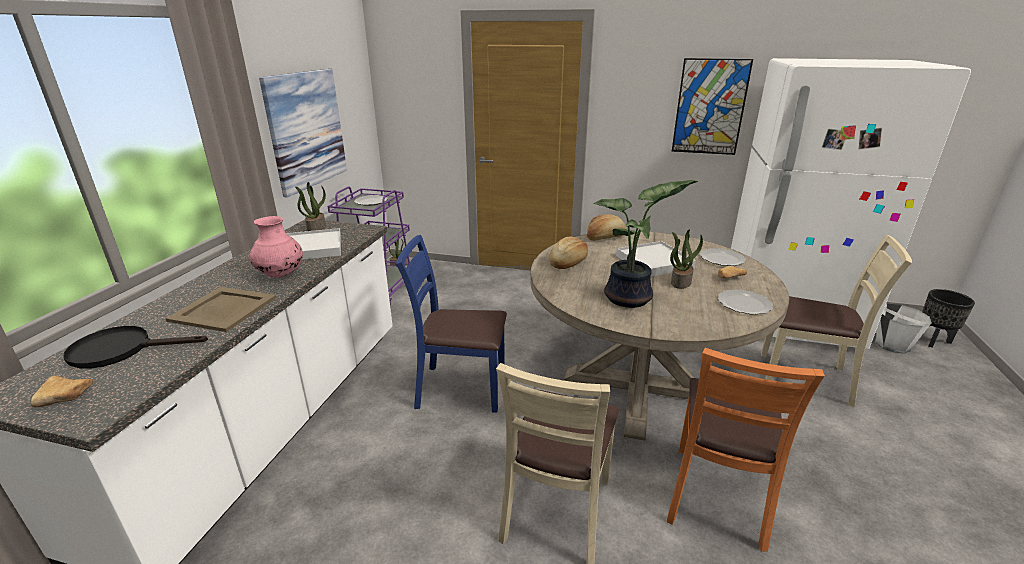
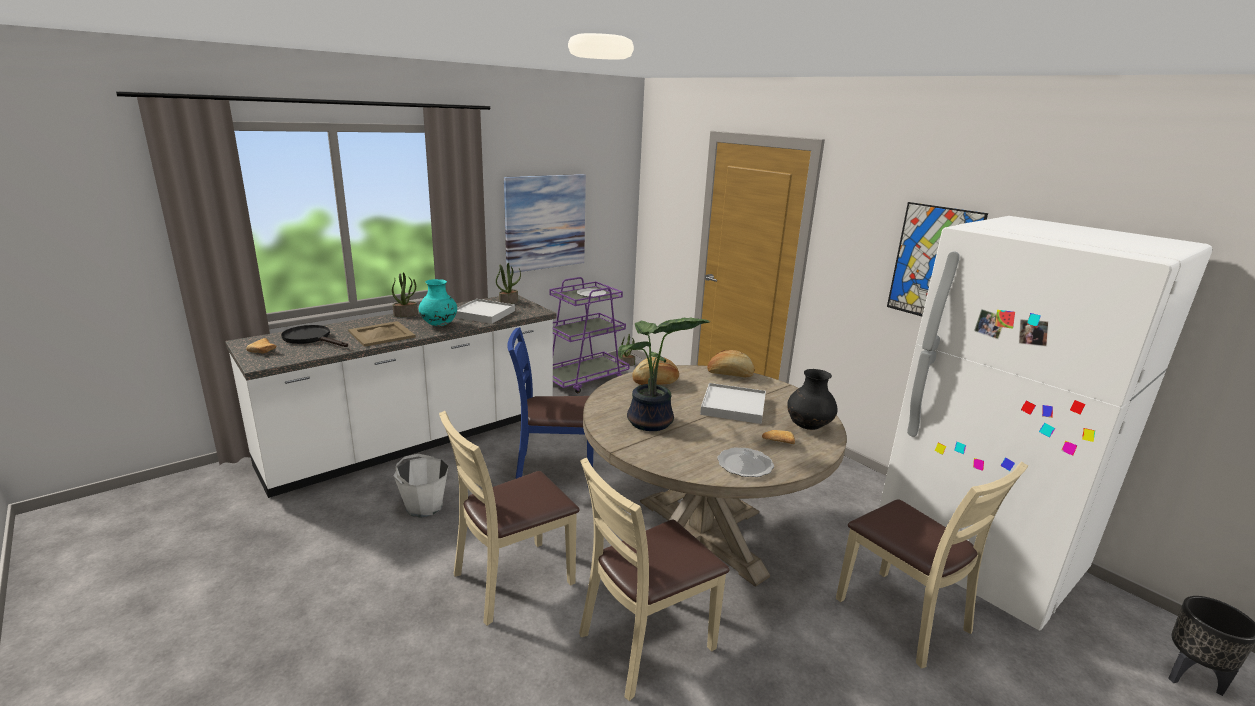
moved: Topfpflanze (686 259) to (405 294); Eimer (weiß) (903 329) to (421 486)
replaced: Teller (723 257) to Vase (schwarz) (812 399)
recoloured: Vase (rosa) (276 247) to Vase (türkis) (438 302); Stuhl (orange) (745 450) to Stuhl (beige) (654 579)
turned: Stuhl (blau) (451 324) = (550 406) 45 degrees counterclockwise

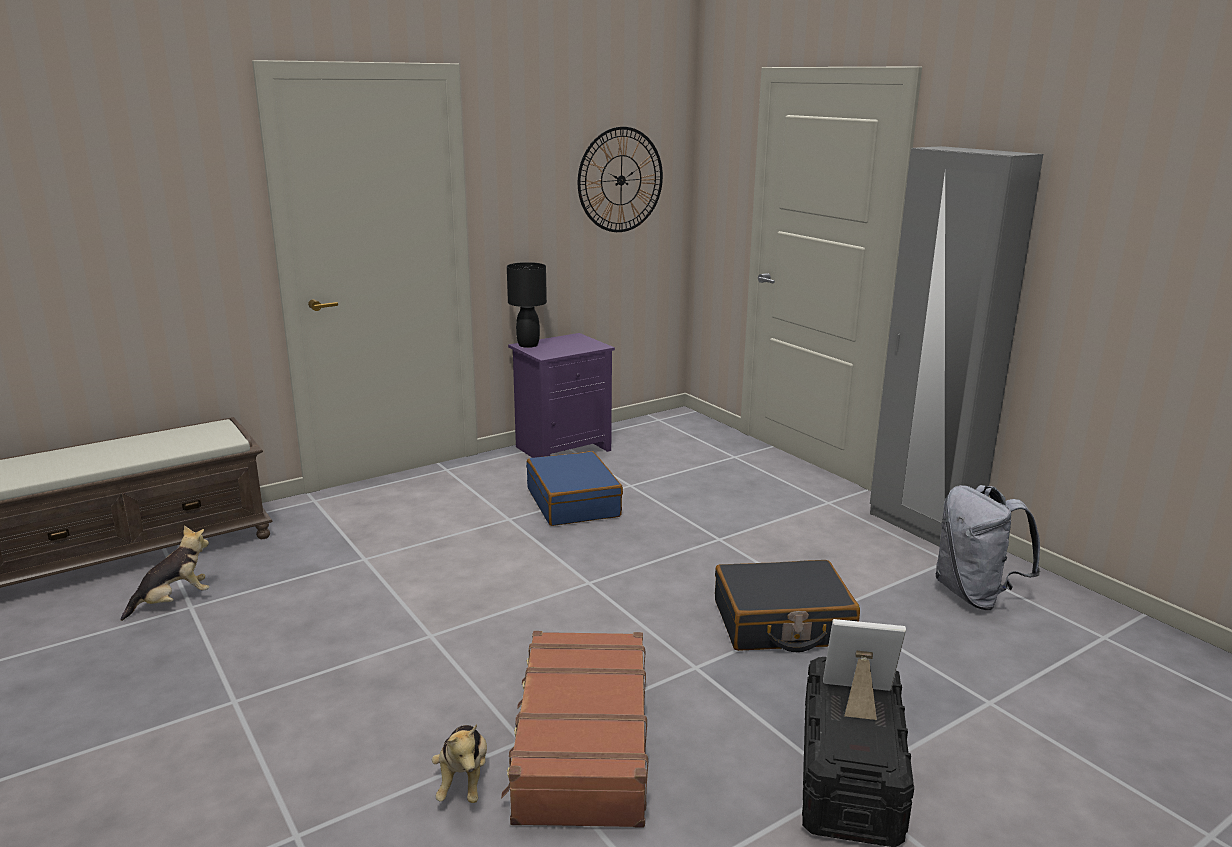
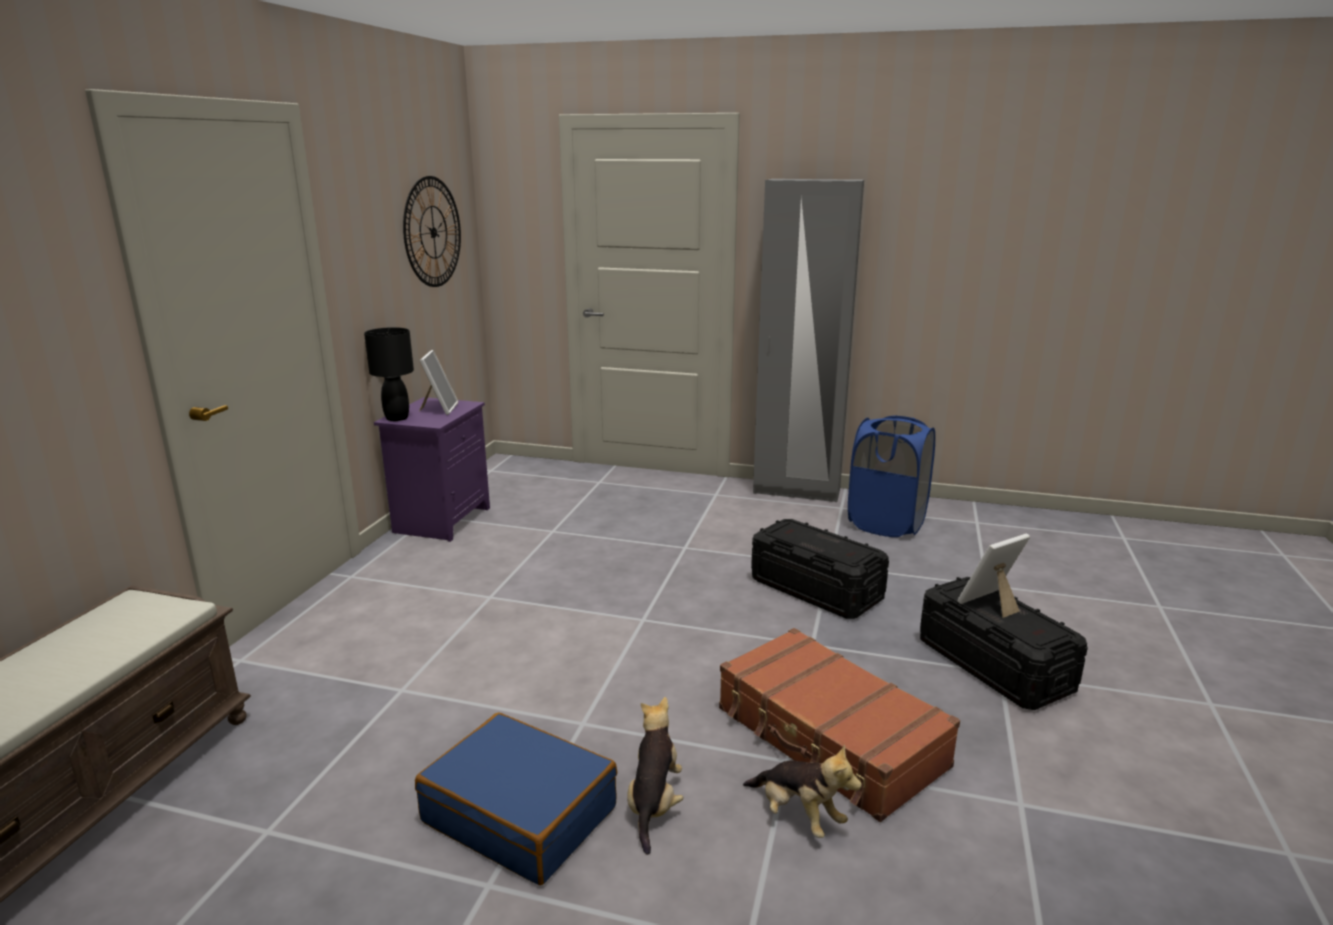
added: Bilderrahmen (438 382)
moved: Koffer (blau) (574 488) to (516 799); Plüschtier (165 573) to (655 776)
replaced: Koffer (schwarz) (787 606) to Aufbewahrungsbox (schwarz) (820 569); Rucksack (grau) (988 547) to Wäschekorb (blau) (891 476)

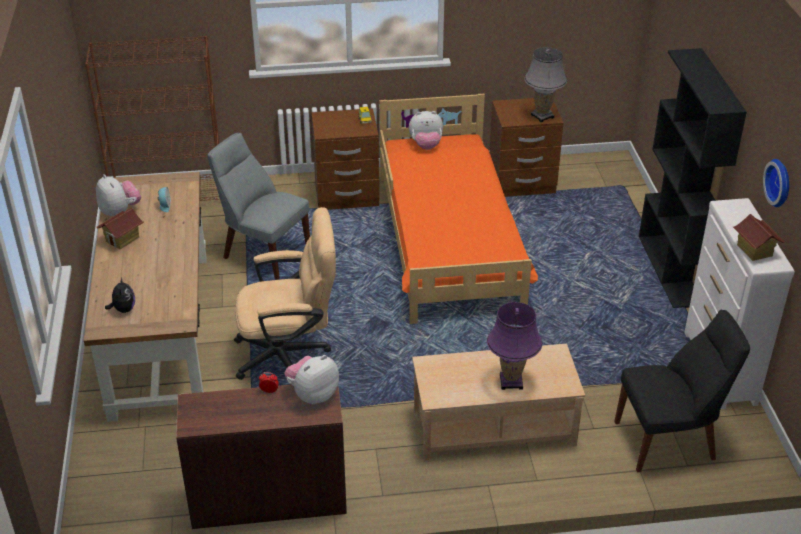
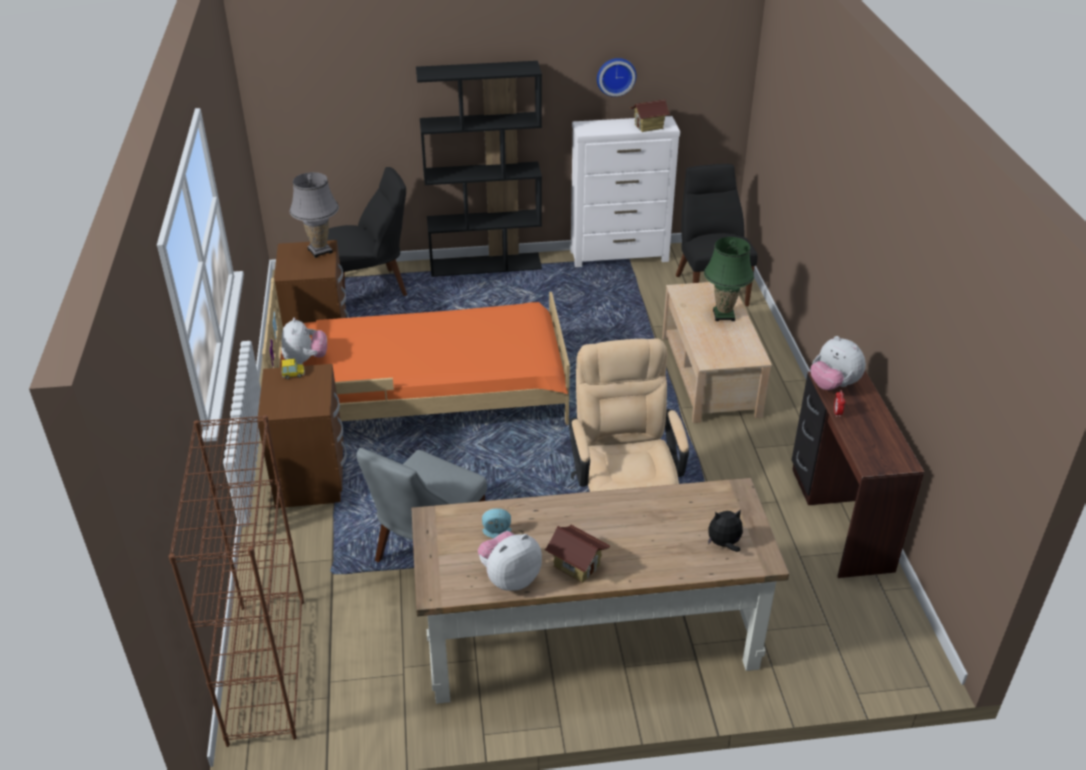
added: Stuhl (schwarz) (367 231)
recoloured: Tischlampe (lila) (514 346) to Tischlampe (grün) (729 279)

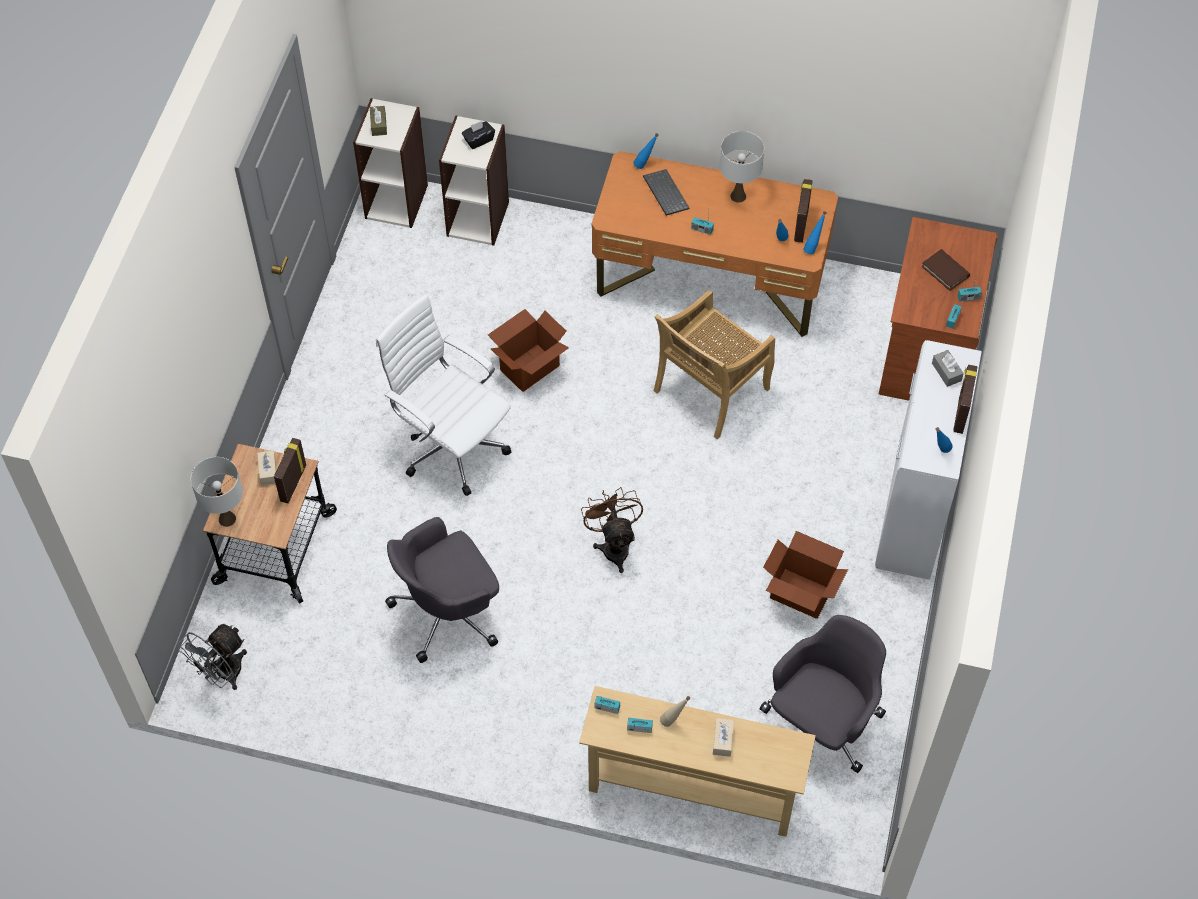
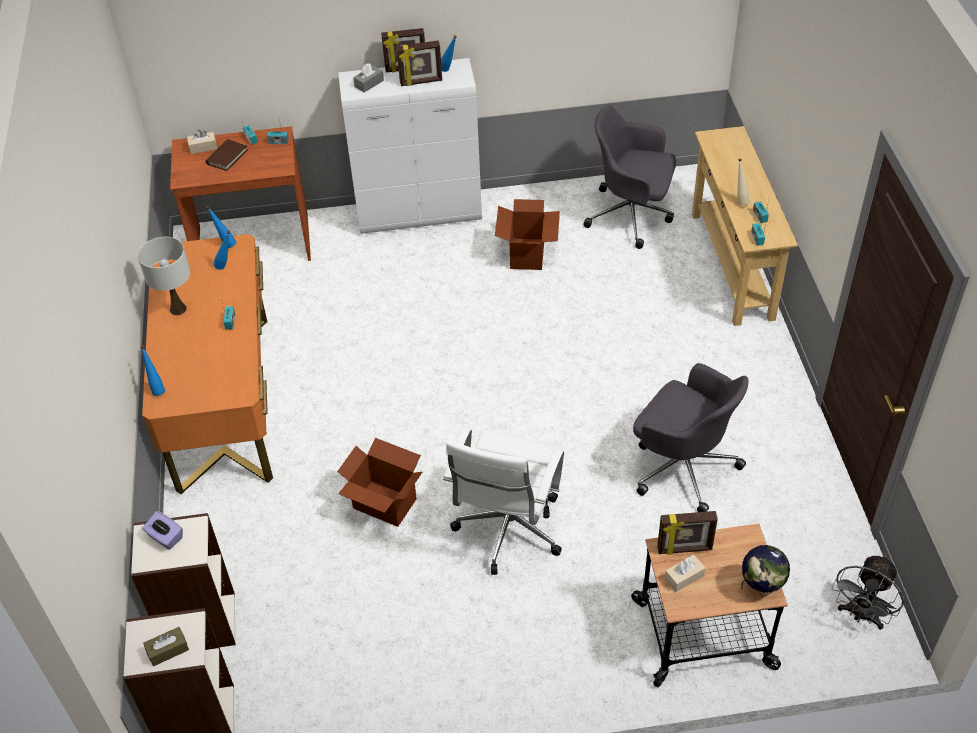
removed: Ventilator (braun) (612 530); Tastatur (666 192); Stuhl (beige) (714 364)
moved: Taschentuchbox (beige) (723 737) to (202 142); Bilderrahmen (803 211) to (419 63)
replaced: Tischlampe (weiß) (216 492) to Globus (765 571)
recoloured: Taschentuchbox (schwarz) (478 135) to Taschentuchbox (lila) (162 530)
turned: Ventilator (grau) (212 657) = (868 592) 105 degrees clockwise

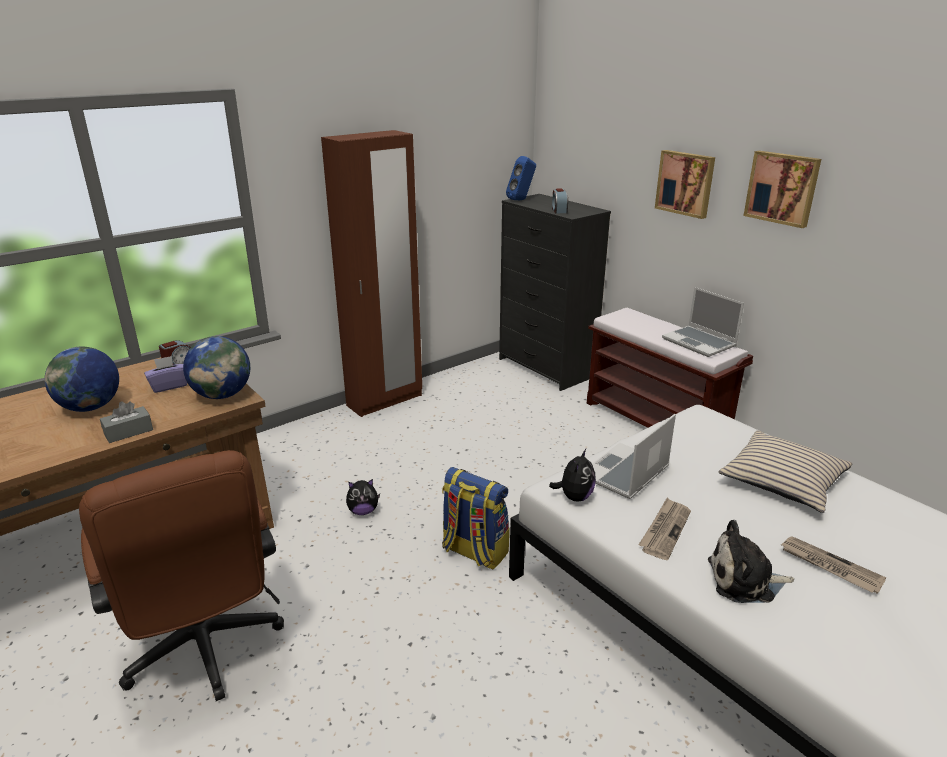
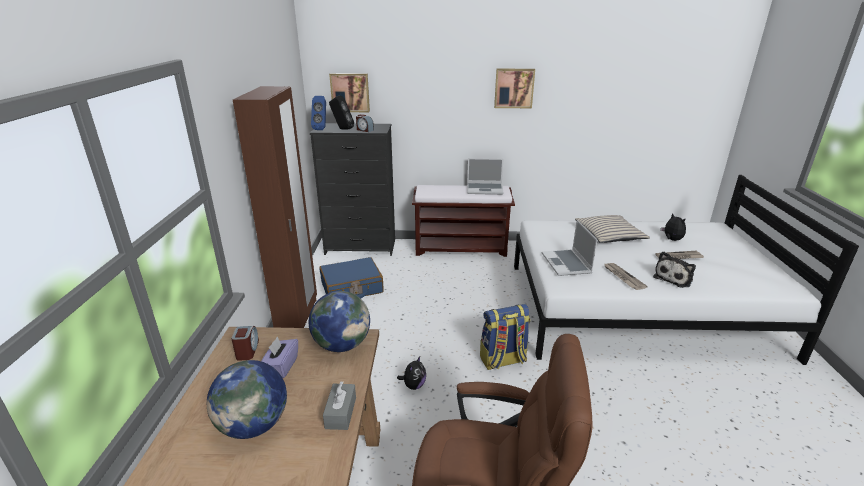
added: Koffer (blau) (351 278); Lautsprecher (schwarz) (341 112)
moved: Bild (685 184) to (349 92); Plüschtier (572 475) to (673 227)

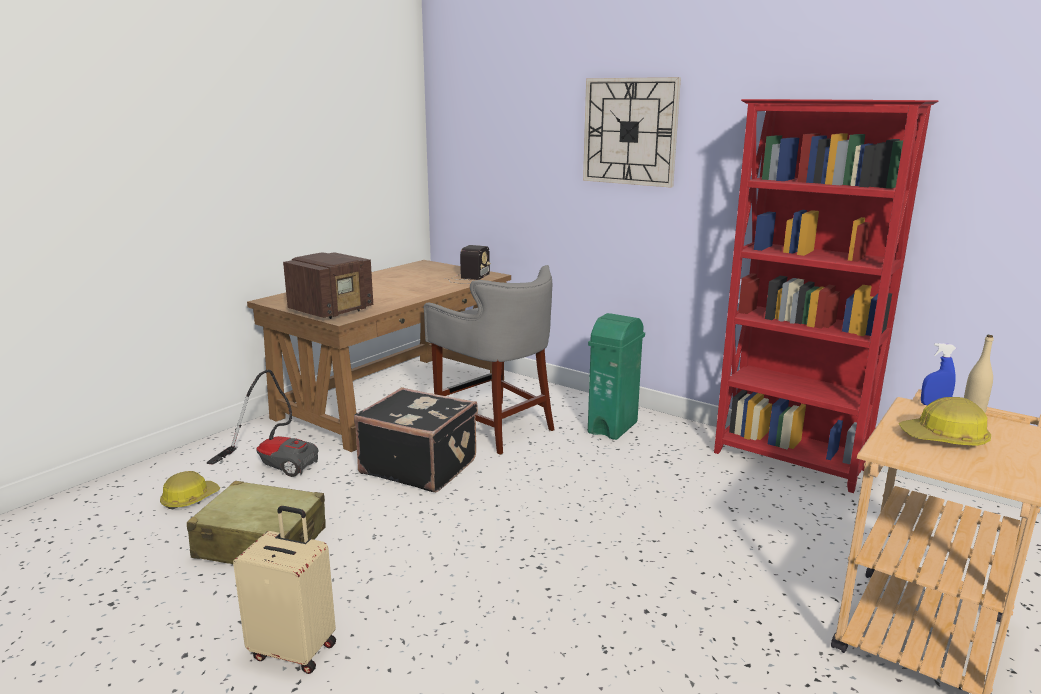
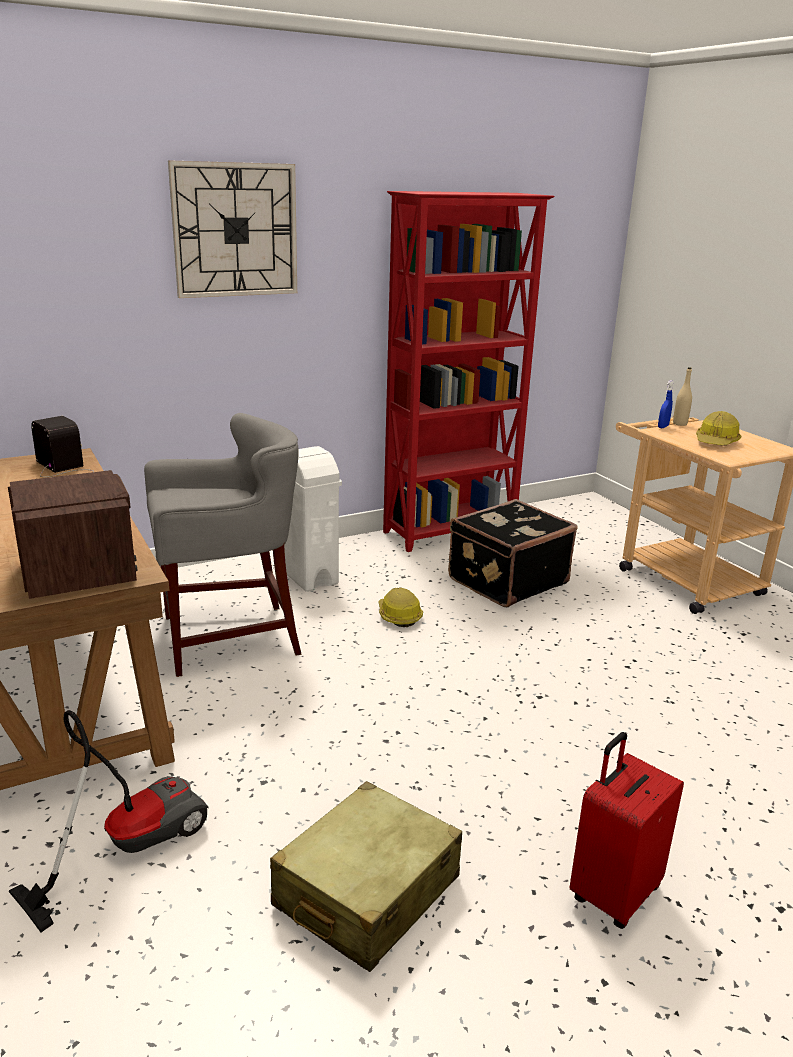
moved: Schutzhelm (190 490) to (400 607); Koffer (schwarz) (416 439) to (513 553)
recoloured: Mülleimer (grün) (616 376) to Mülleimer (weiß) (313 519); Koffer (beige) (284 590) to Koffer (rot) (626 830)

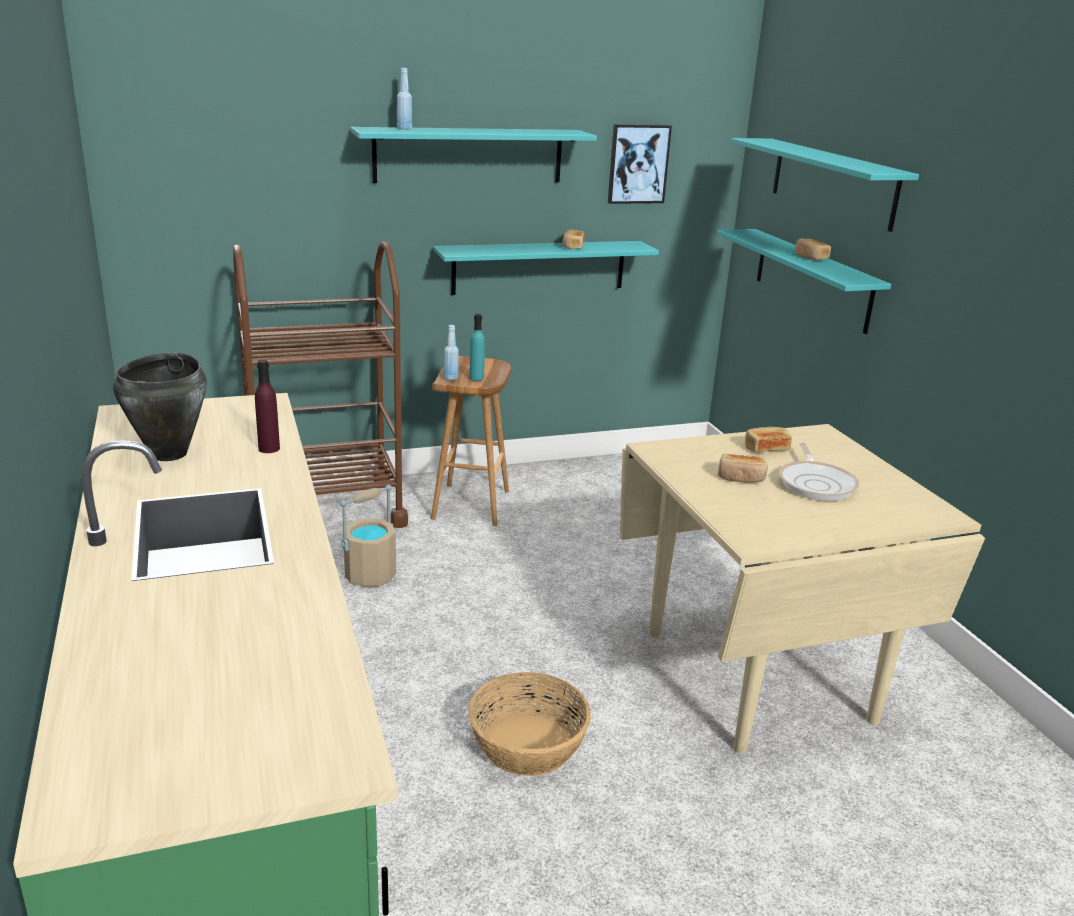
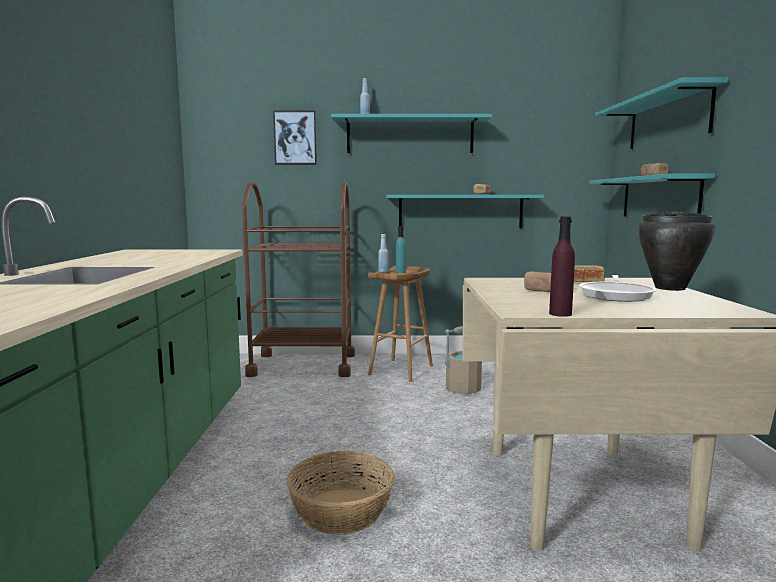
moved: Bild (640 164) to (295 138); Eimer (beige) (368 536) to (463 360); Flasche (lila) (267 406) to (562 266); Kochtopf (schwarz) (160 406) to (676 251)

